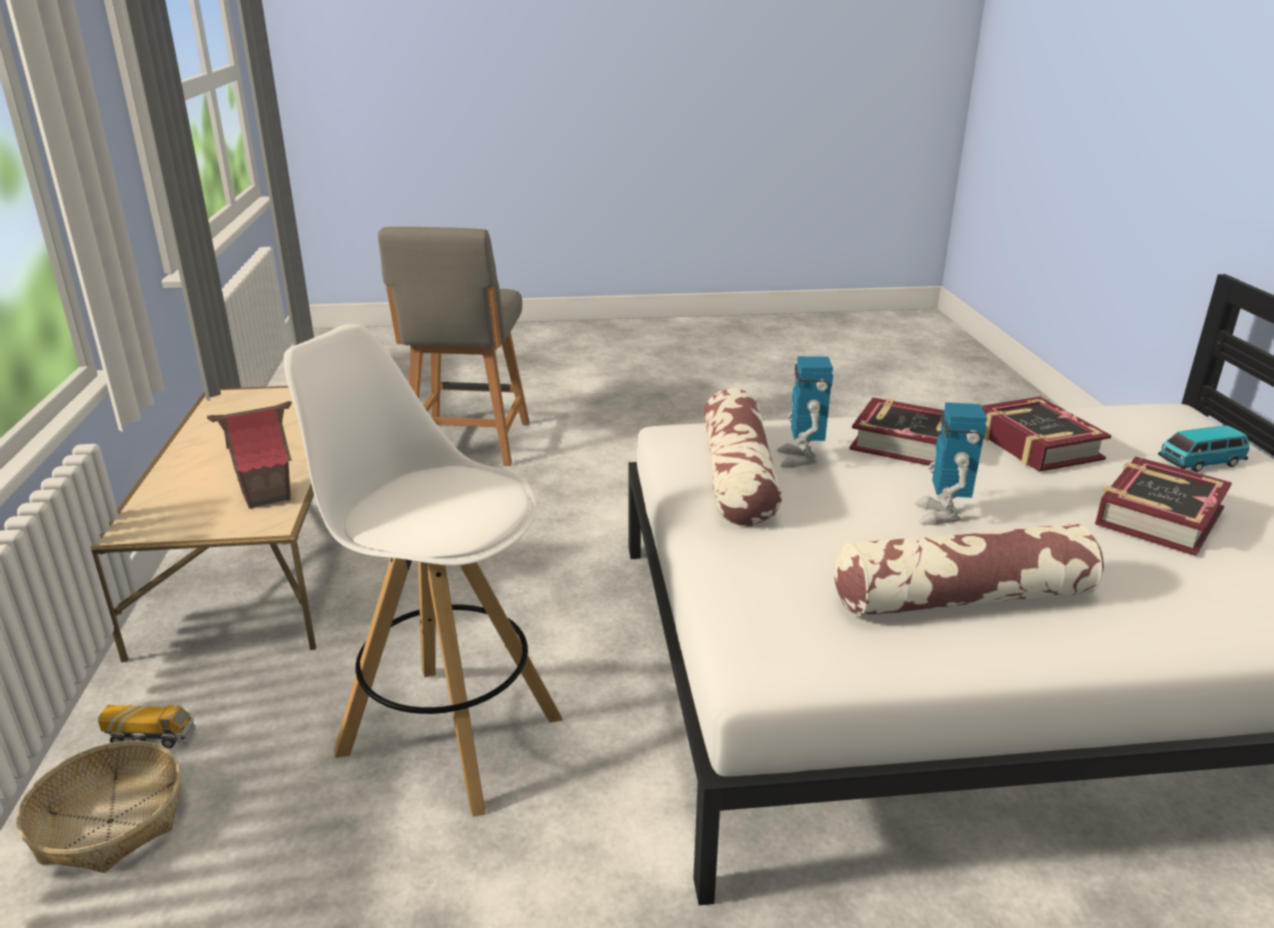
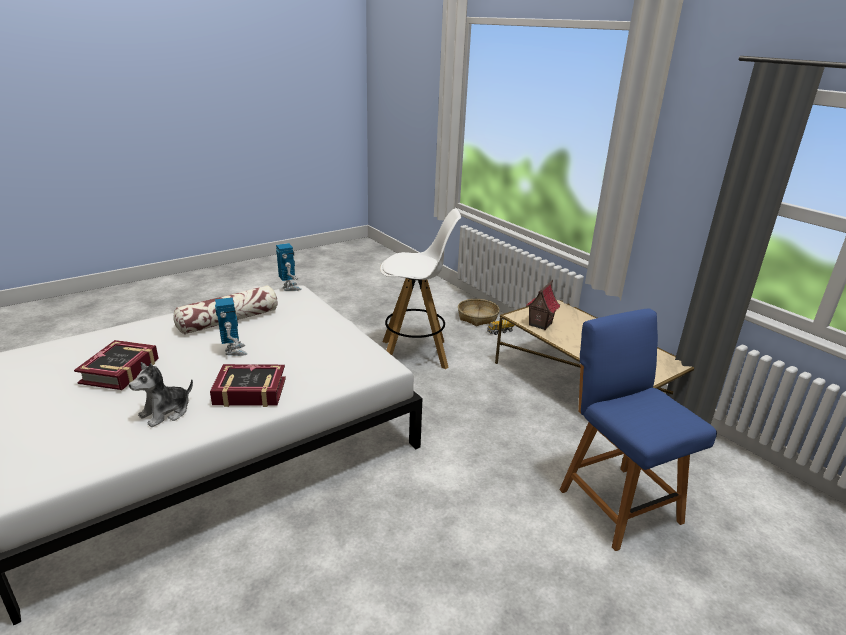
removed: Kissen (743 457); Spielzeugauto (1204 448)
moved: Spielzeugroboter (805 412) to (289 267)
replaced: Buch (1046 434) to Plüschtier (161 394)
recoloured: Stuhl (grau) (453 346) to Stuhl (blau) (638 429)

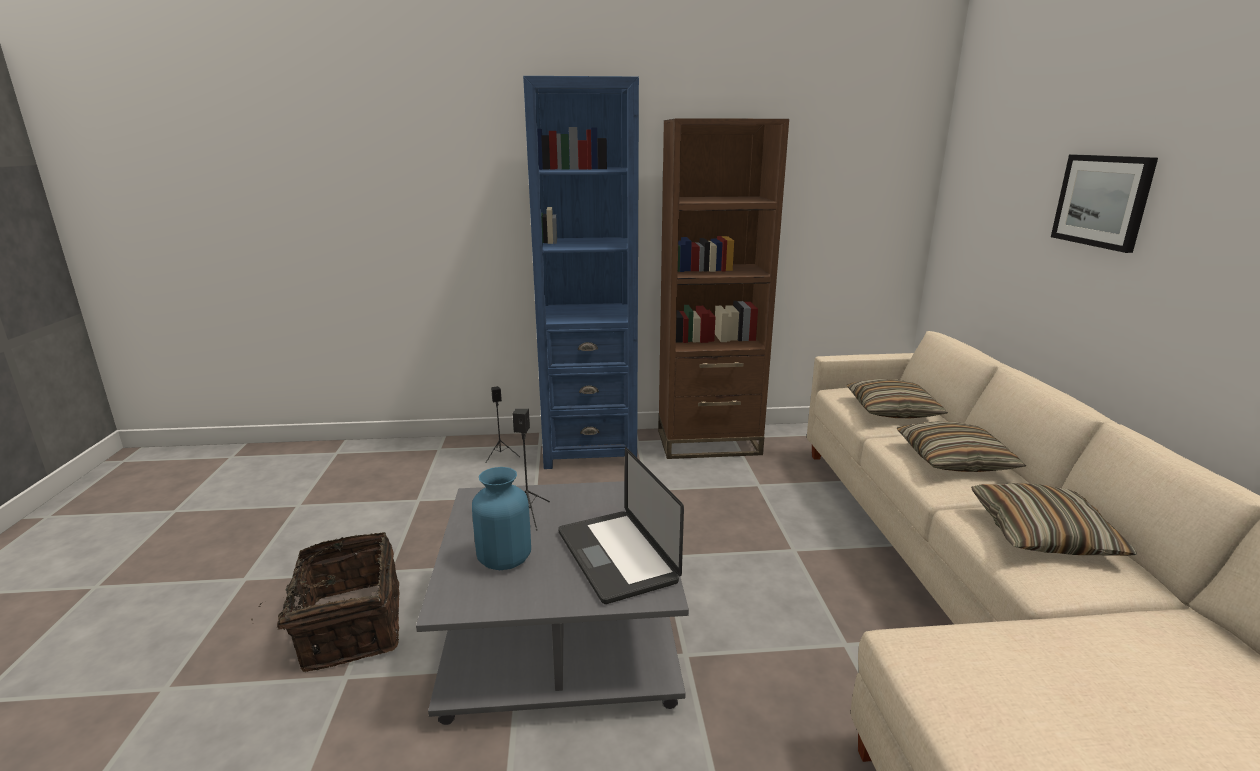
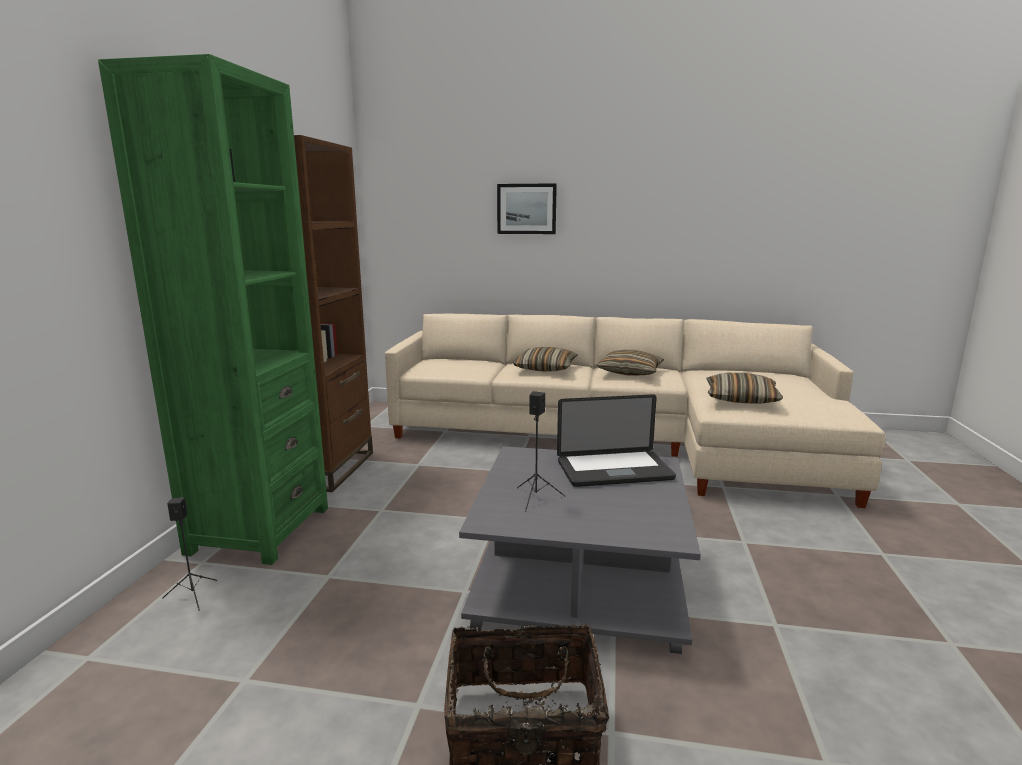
removed: Vase (blau) (501 518)
moved: Kissen (897 399) to (744 388)
recoloured: Bücherregal (blau) (581 272) to Bücherregal (grün) (213 309)

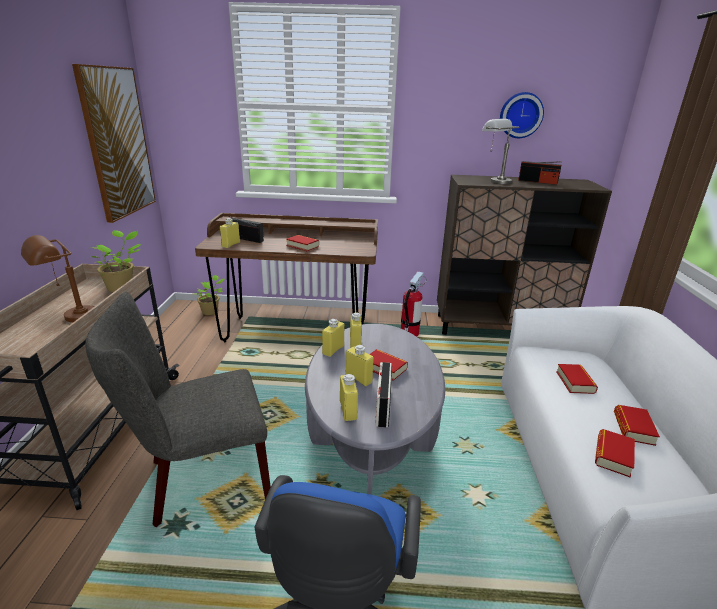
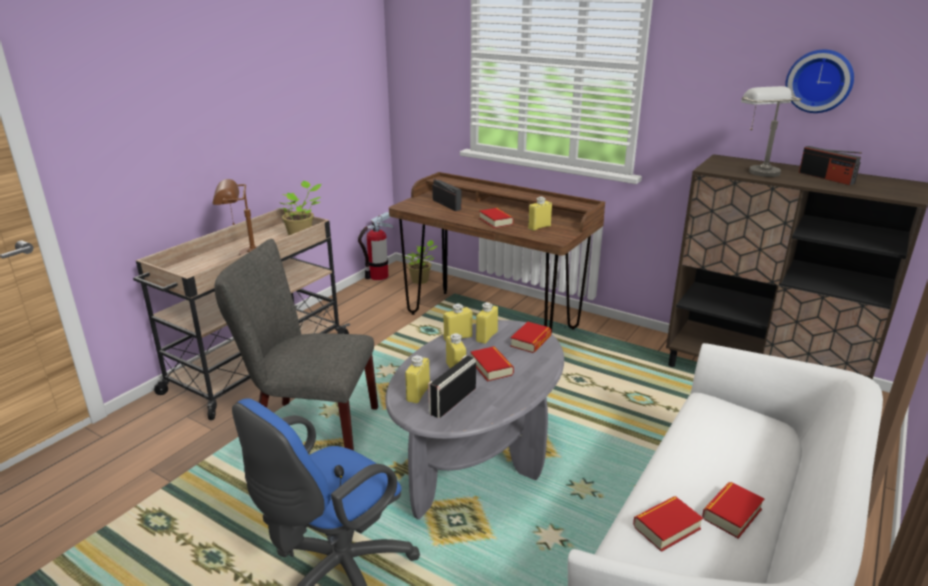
removed: Bild (114 143)
moved: Feuerlöscher (414 304) to (375 246); Buch (577 379) to (530 337); Flasche (gelb) (230 233) to (540 214)

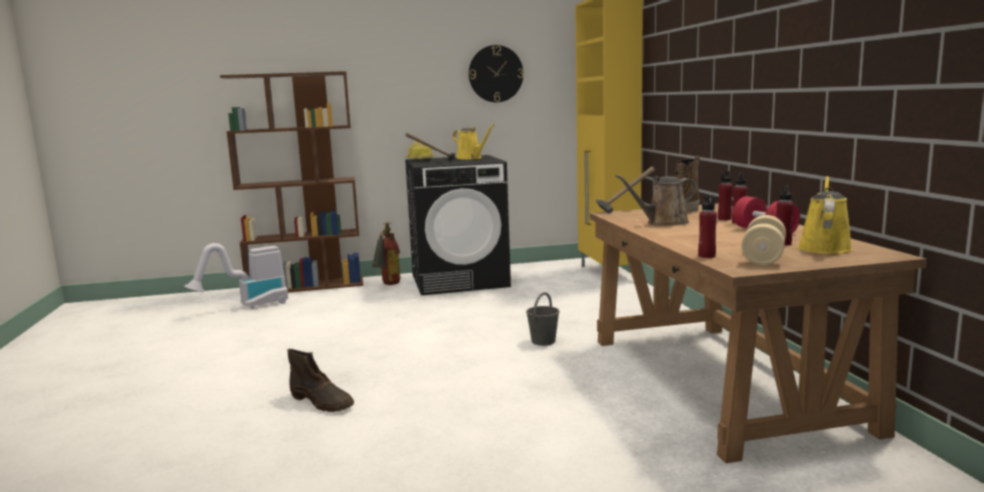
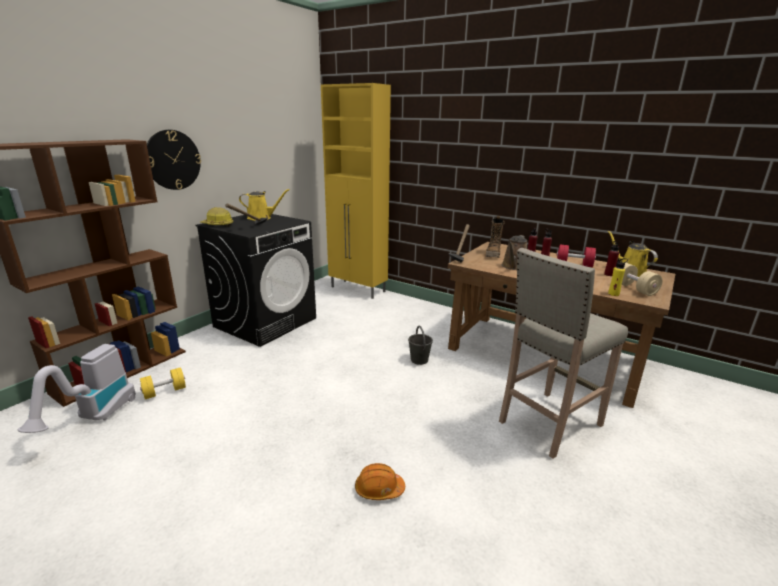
removed: Feuerlöscher (386 253)
added: Hantel (gelb) (163 383); Hocker (beige) (563 353)
moved: Wanduhr (496 73) to (174 160)
replaced: Stiefel (braun) (320 380) to Schutzhelm (orange) (380 481)
recoloured: Flasche (rot) (707 226) to Flasche (gelb) (618 277)

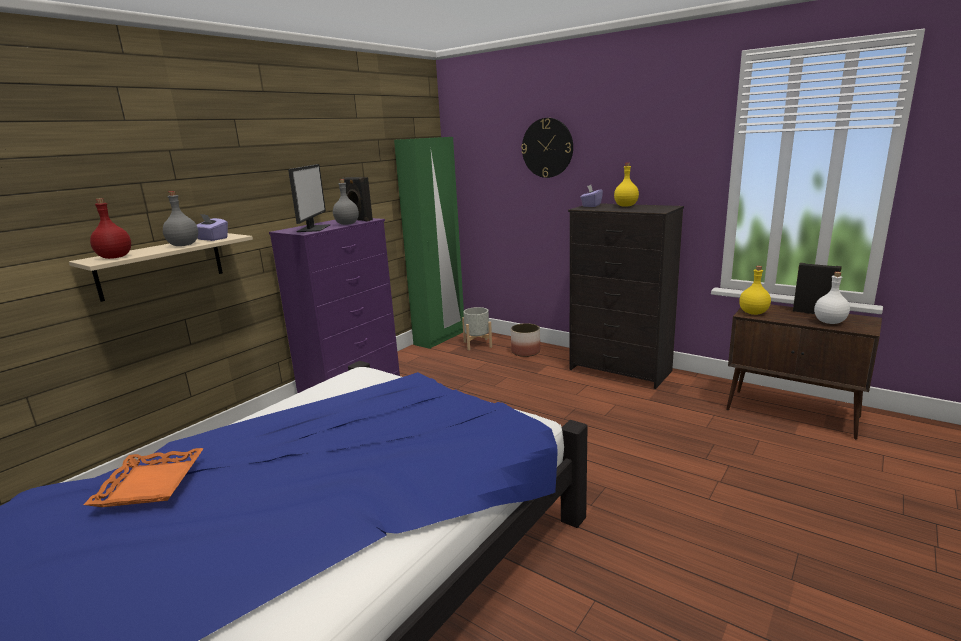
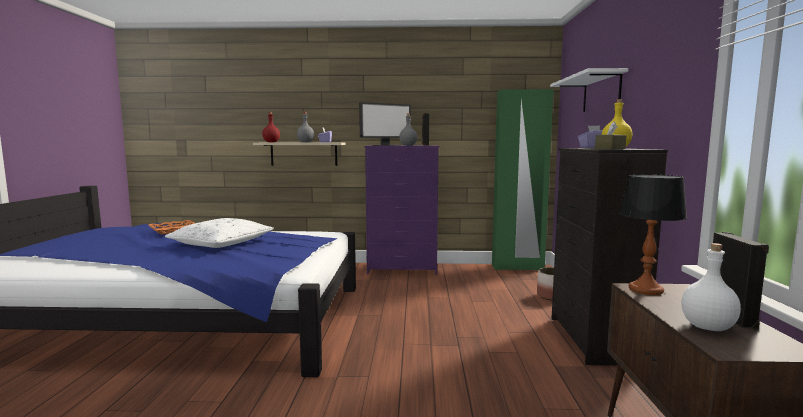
removed: Pflanzkübel (grau) (477 328)
added: Kissen (weiß) (219 233); Taschentuchbox (braun) (611 135)
replaced: Wanduhr (547 148) to Wandregal (weiß) (589 90); Flasche (gelb) (755 290) to Tischlampe (653 234)

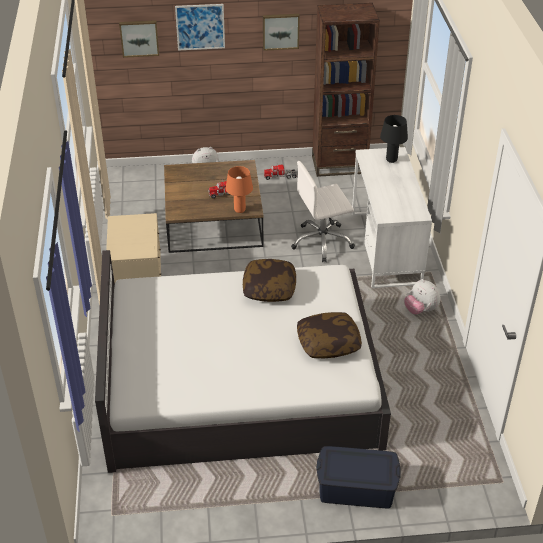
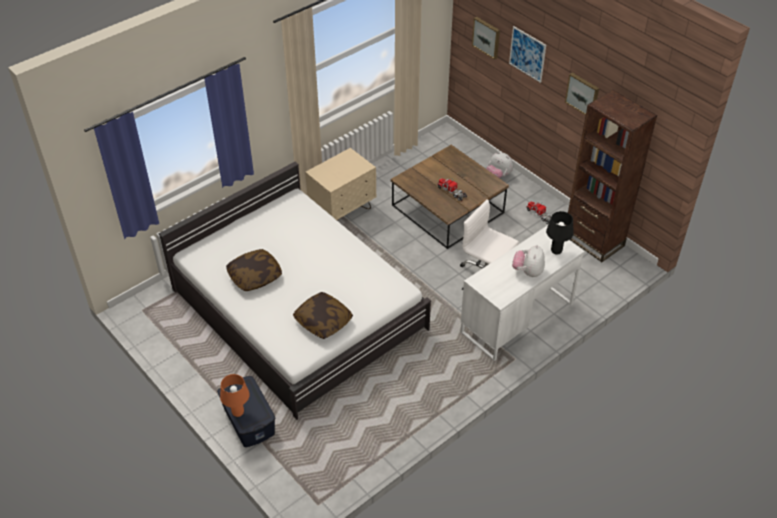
moved: Tischlampe (orange) (239 189) to (235 395); Kissen (269 280) to (254 270); Plüschtier (422 296) to (528 261)

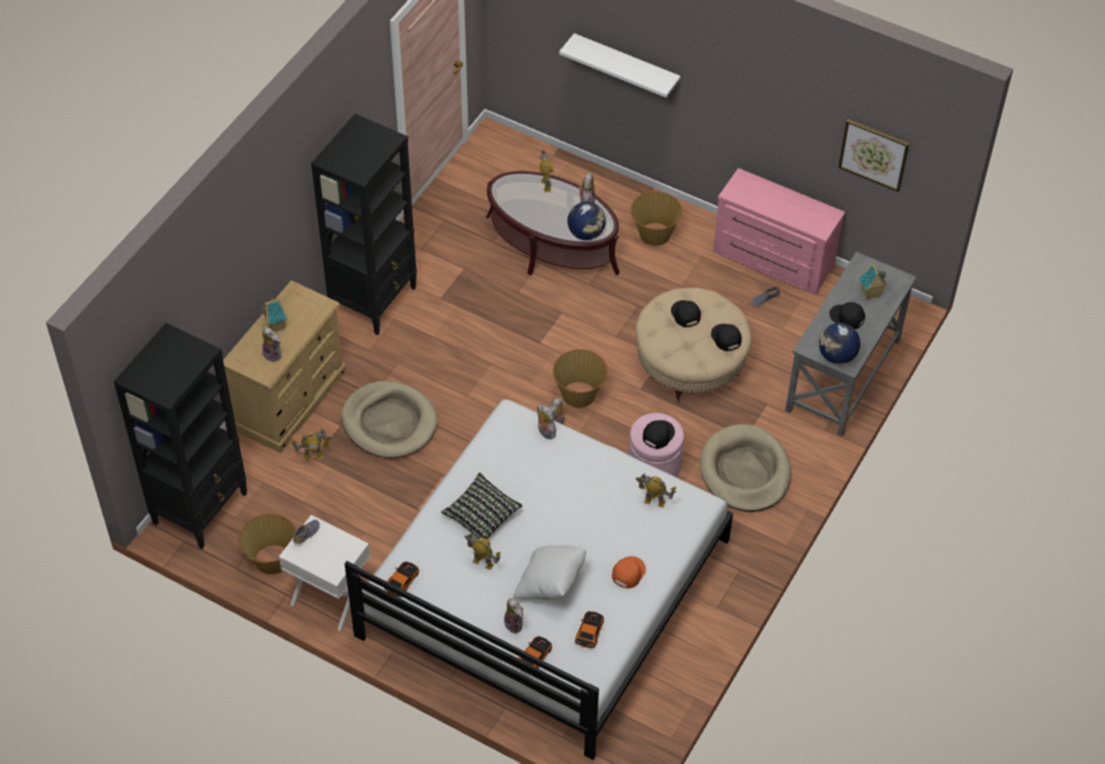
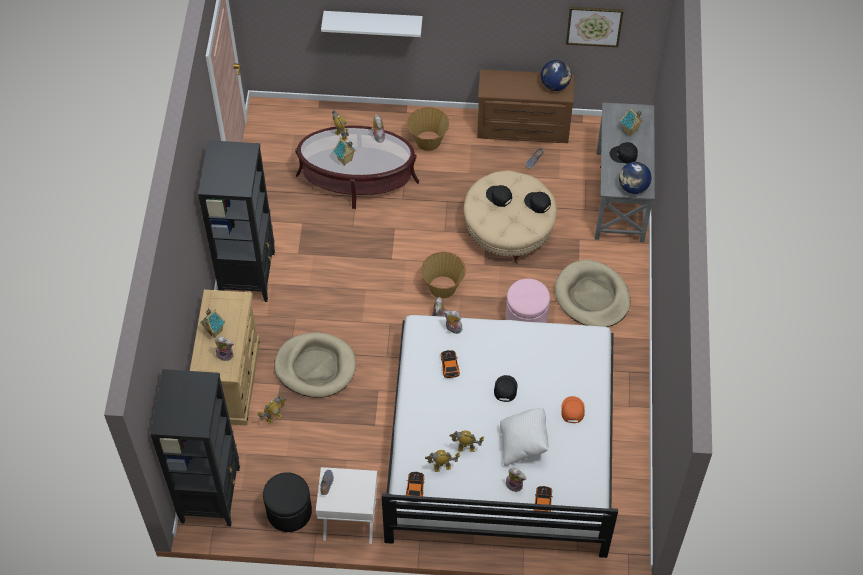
removed: Kissen (482 506)
added: Spielzeughaus (344 152)
moved: Spielzeugroboter (656 490) to (442 461); Spielzeugauto (589 629) to (450 364); Kappe (schwarz) (659 434) to (506 388); Globus (586 221) to (556 75)
replaced: Korb (268 544) to Polsterhocker (schwarz) (287 502)
recoloured: Kommode (rosa) (779 231) to Kommode (braun) (526 106)

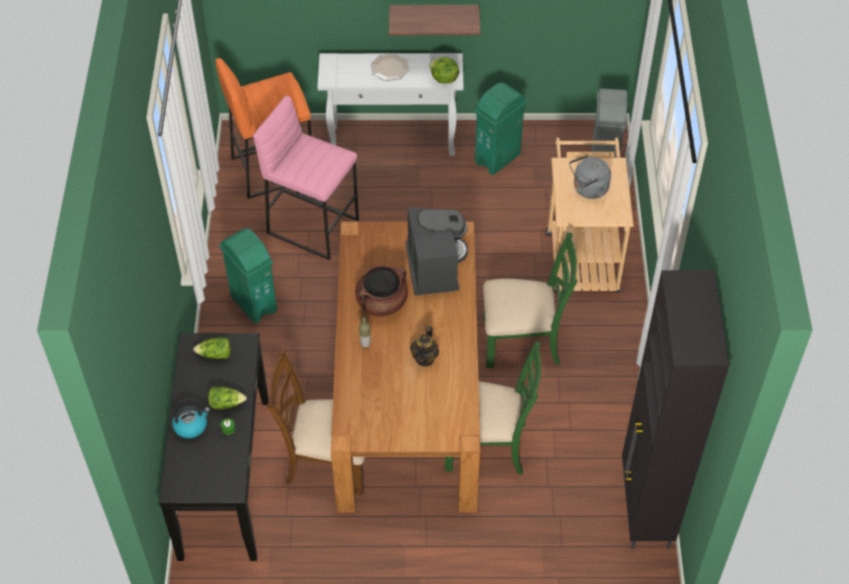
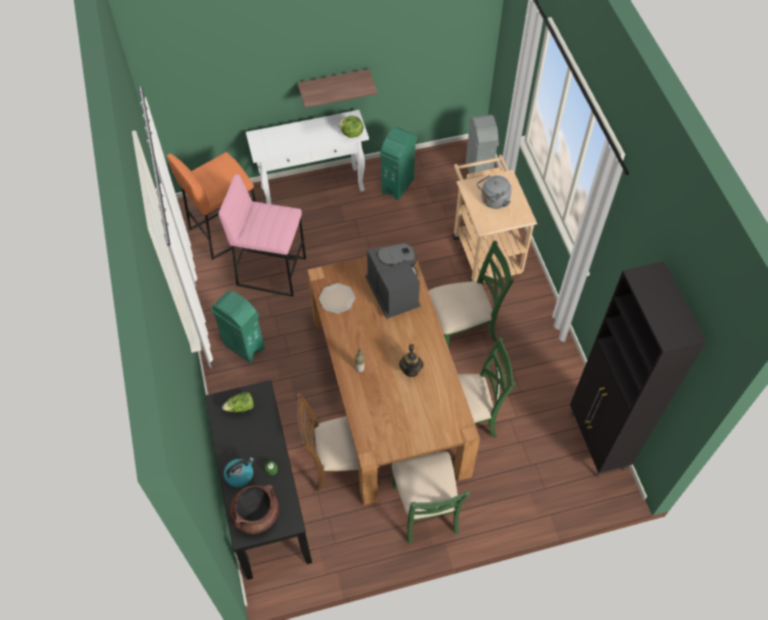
removed: Salatkopf (227 398)
added: Stuhl (grün) (431 497)
moved: Kochtopf (braun) (381 291) to (254 509); Teller (390 67) to (337 298)

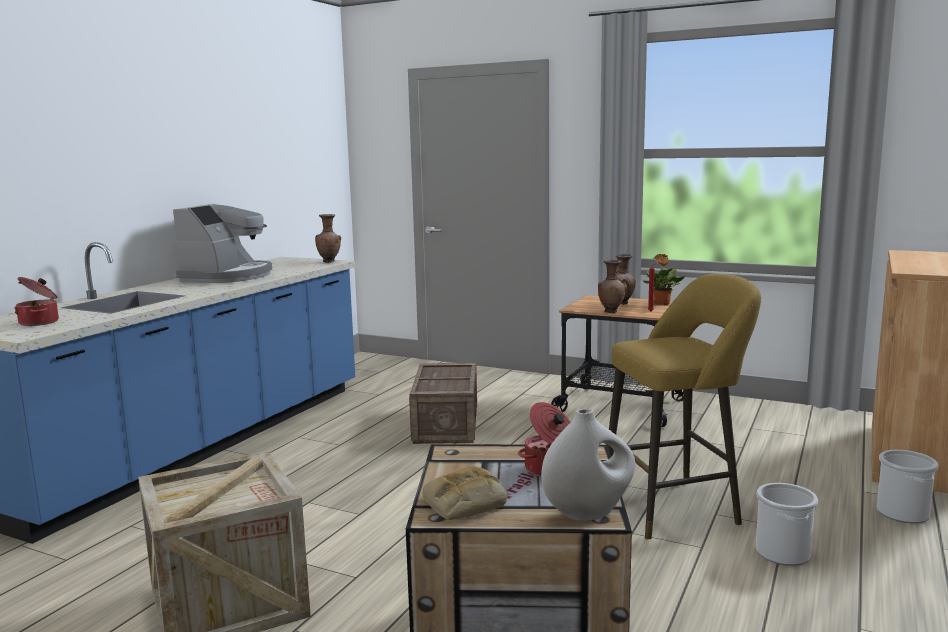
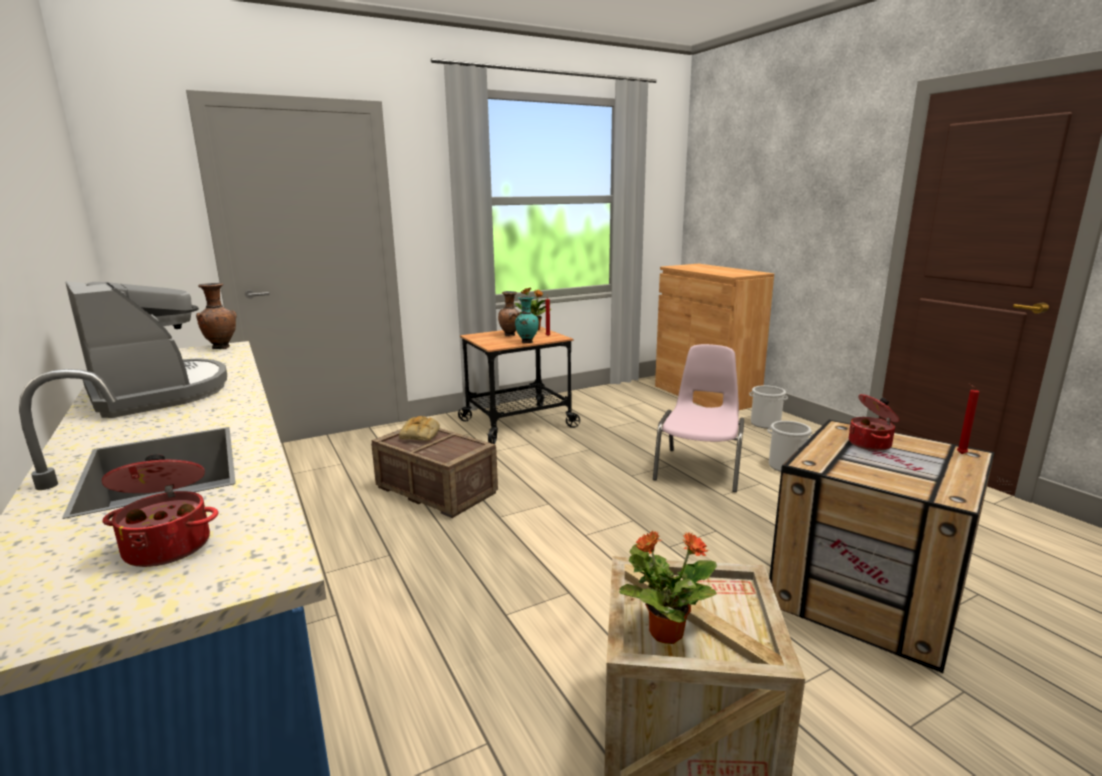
added: Topfpflanze (668 587)
moved: Brot (465 493) to (419 428)
replaced: Hocker (gelb) (684 406) to Stuhl (rosa) (698 418); Vase (weiß) (588 465) to Kerze (rot) (968 418)
recoloured: Vase (braun) (612 286) to Vase (türkis) (527 319)

